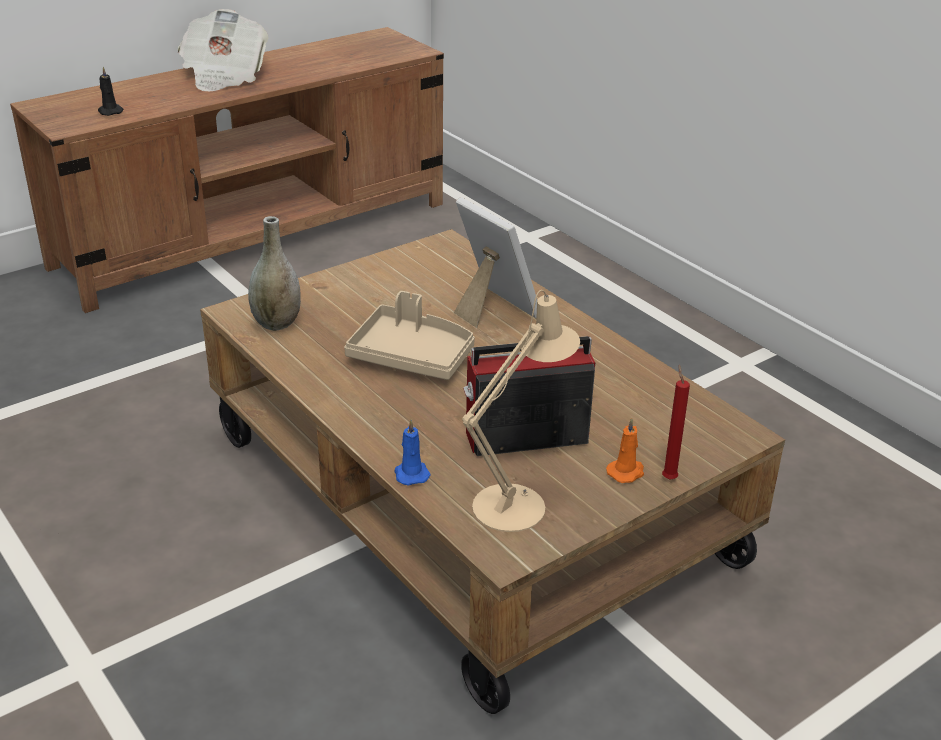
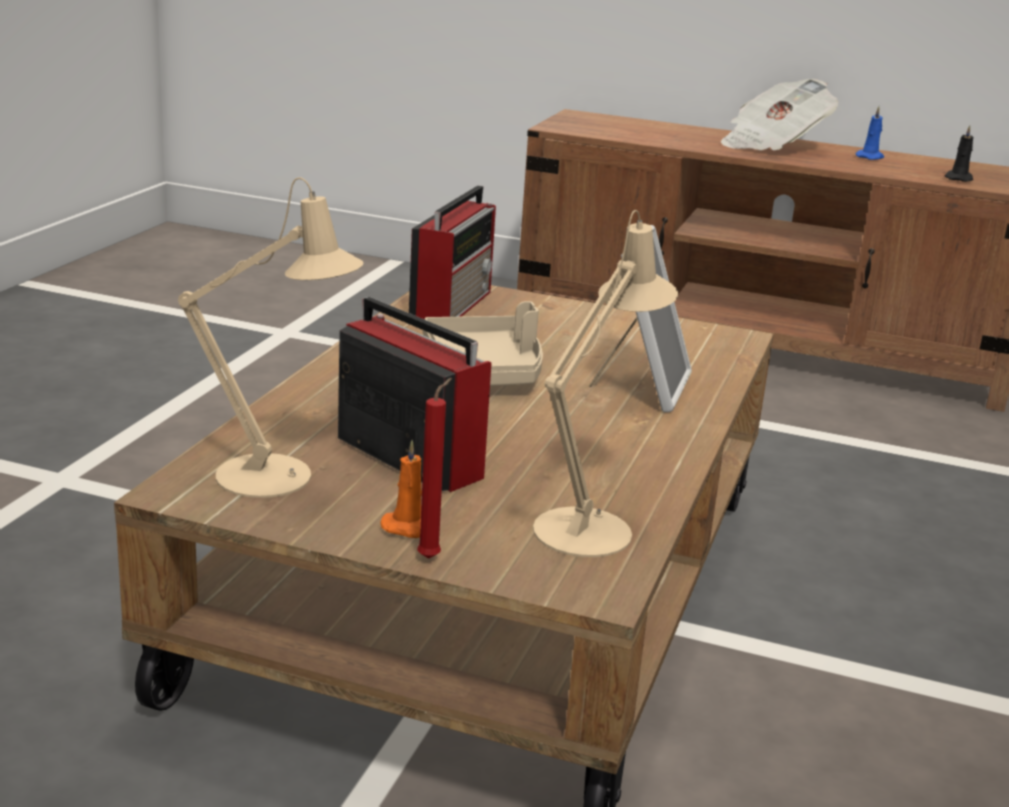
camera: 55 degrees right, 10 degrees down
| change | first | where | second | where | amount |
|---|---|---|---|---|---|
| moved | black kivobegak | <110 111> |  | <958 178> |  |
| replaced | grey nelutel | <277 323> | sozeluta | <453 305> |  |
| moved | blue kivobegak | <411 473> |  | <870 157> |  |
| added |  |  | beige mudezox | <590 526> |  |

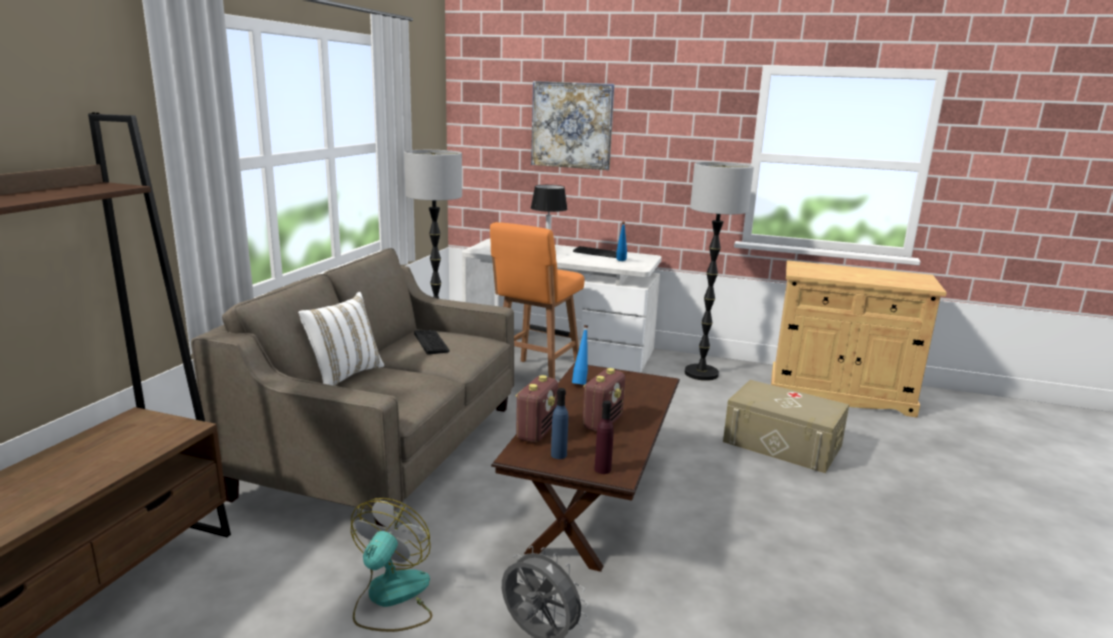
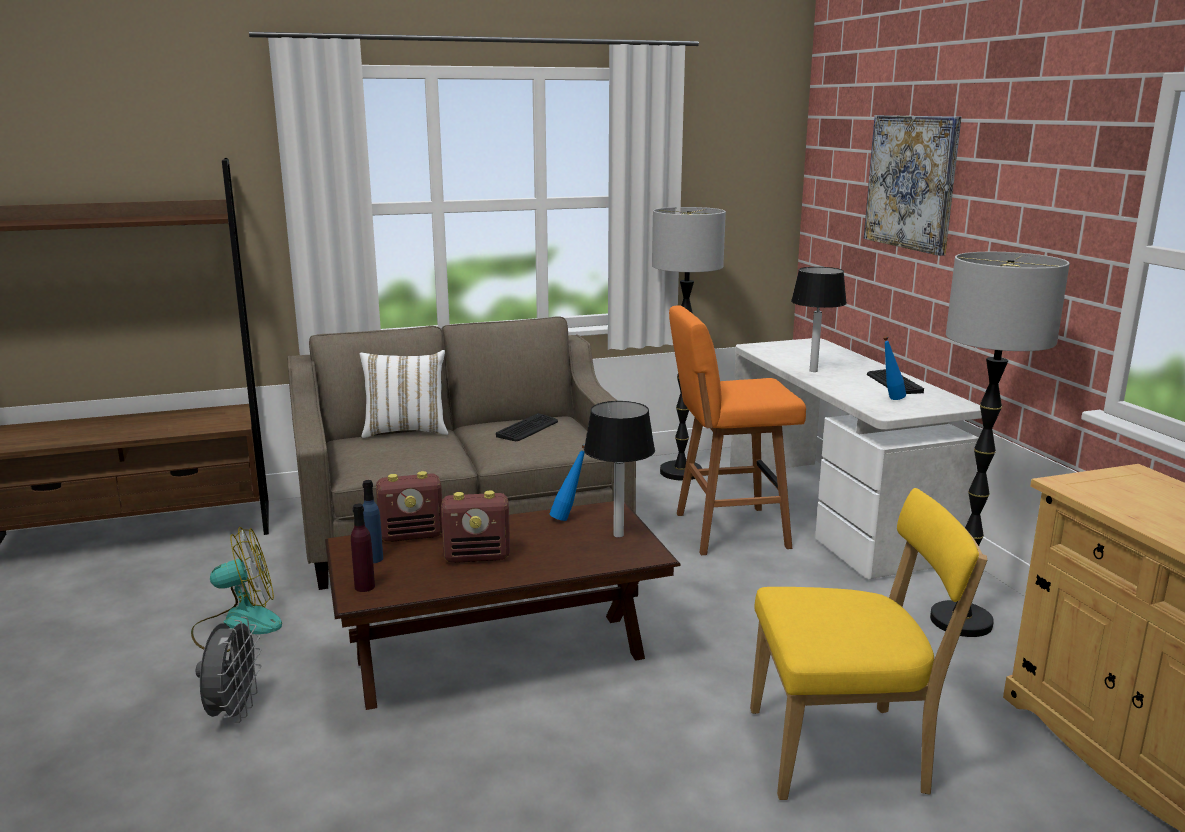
camera: 55 degrees right, 0 degrees up
| change | first | where | second | where | amount |
|---|---|---|---|---|---|
| replaced | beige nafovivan | <782 444> | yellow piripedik | <845 751> |  |
| added |  |  | mudezox | <619 535> |  |

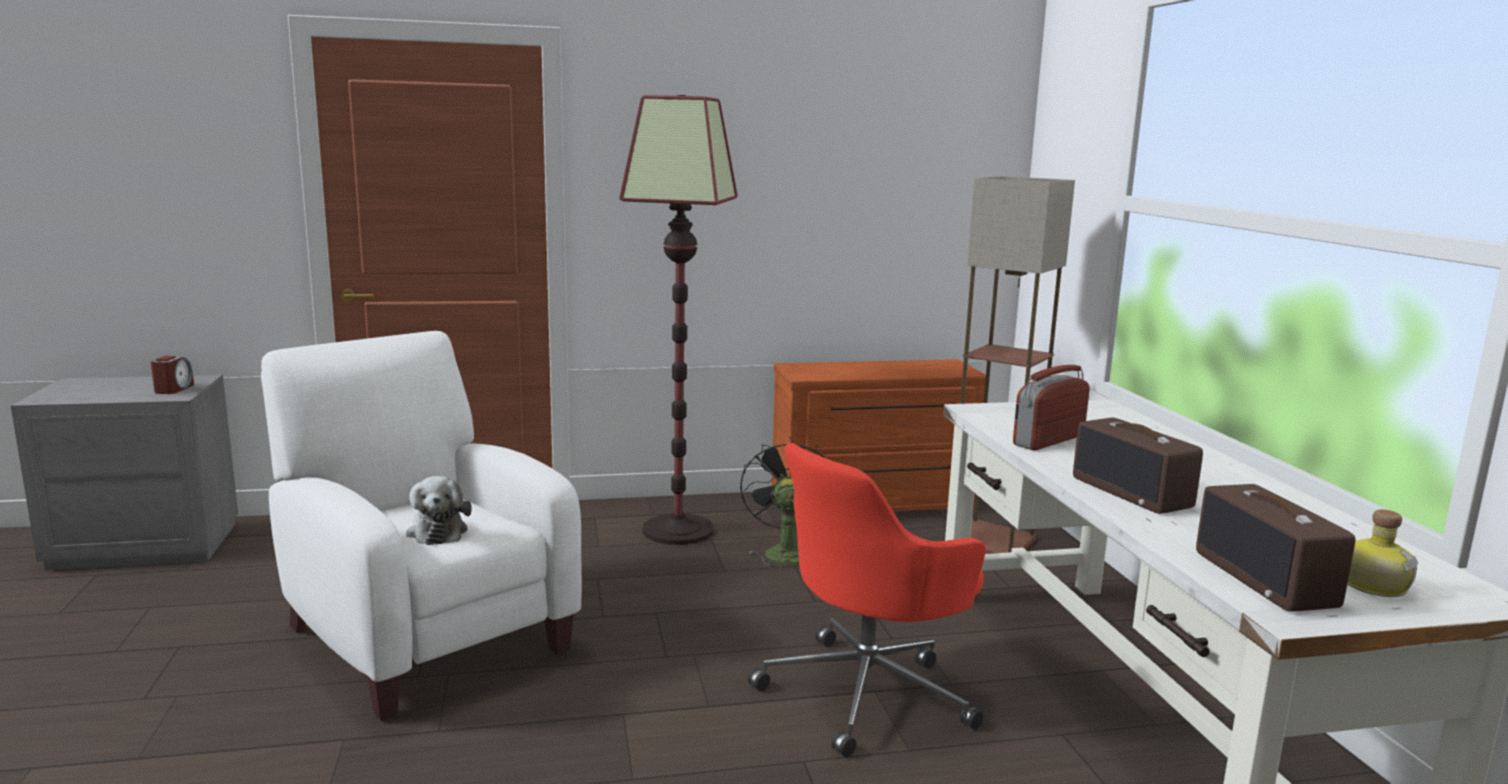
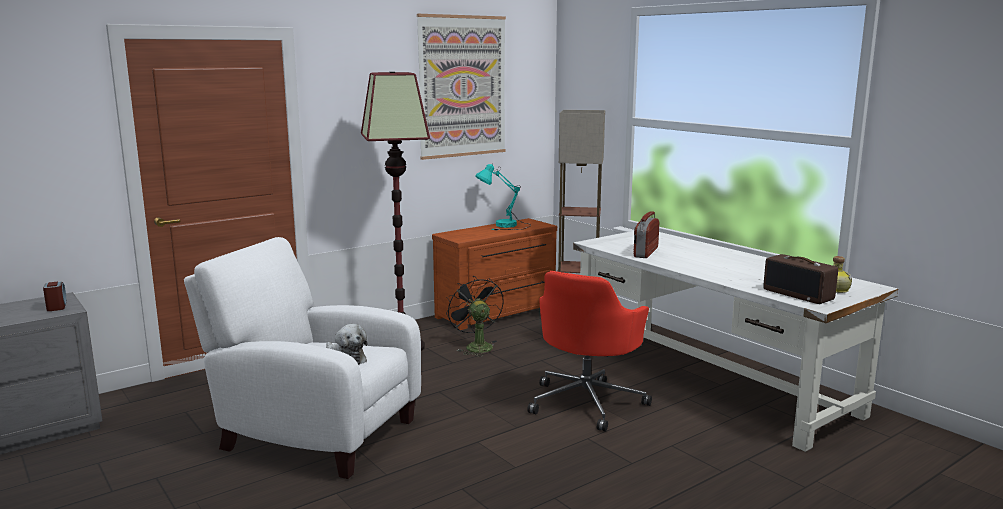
camera: 25 degrees left, 0 degrees up
| change | first | where | second | where | amount |
|---|---|---|---|---|---|
| removed | sozeluta | <1133 492> |  |  |  |
| added |  |  | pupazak | <462 86> |  |
| added |  |  | turquoise mudezox | <505 227> |  |

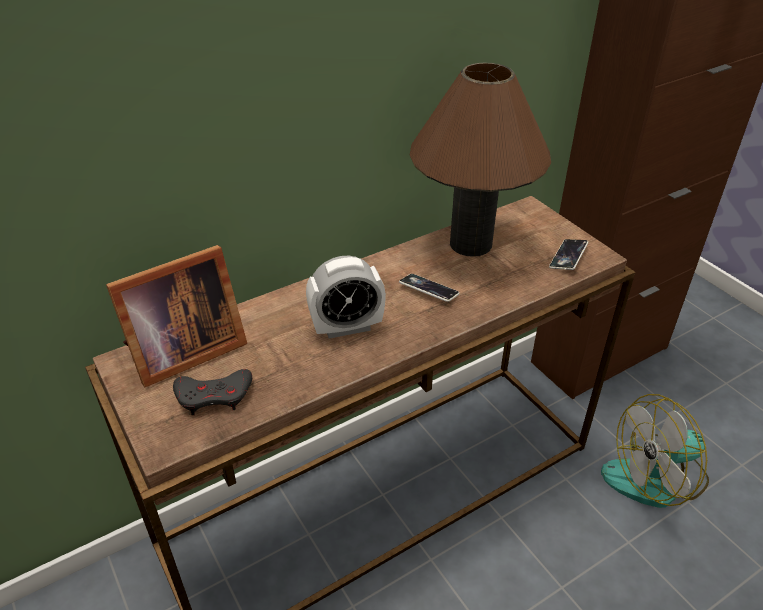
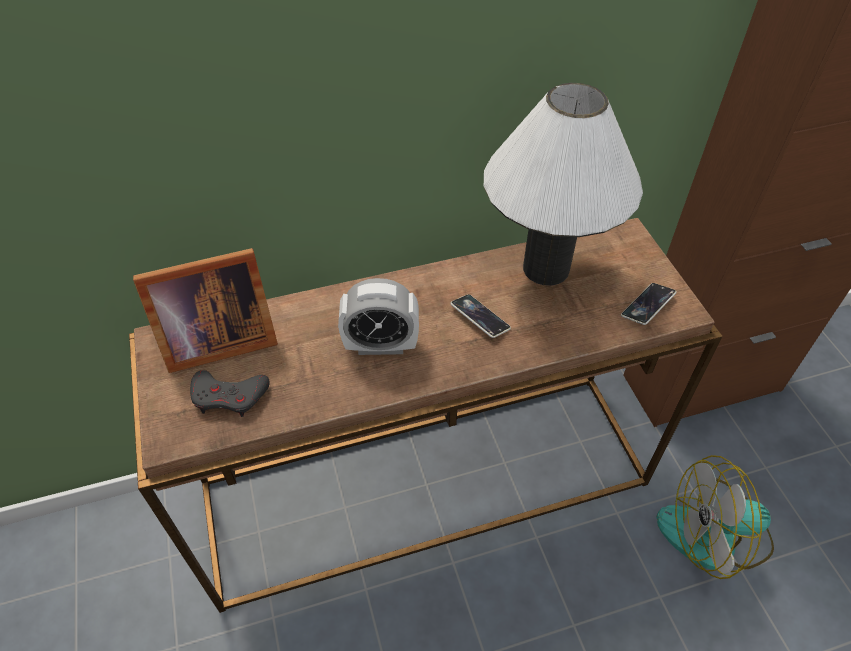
camera: 15 degrees right, 10 degrees up
| change | first | where | second | where | amount |
|---|---|---|---|---|---|
| recoloured | brown mudezox | <470 244> | white mudezox | <546 268> |  |

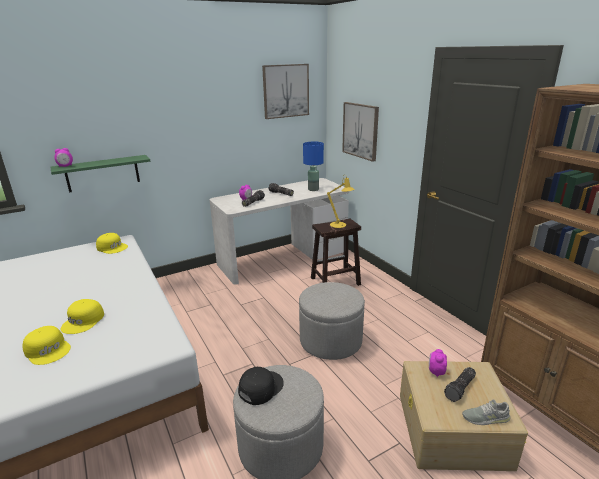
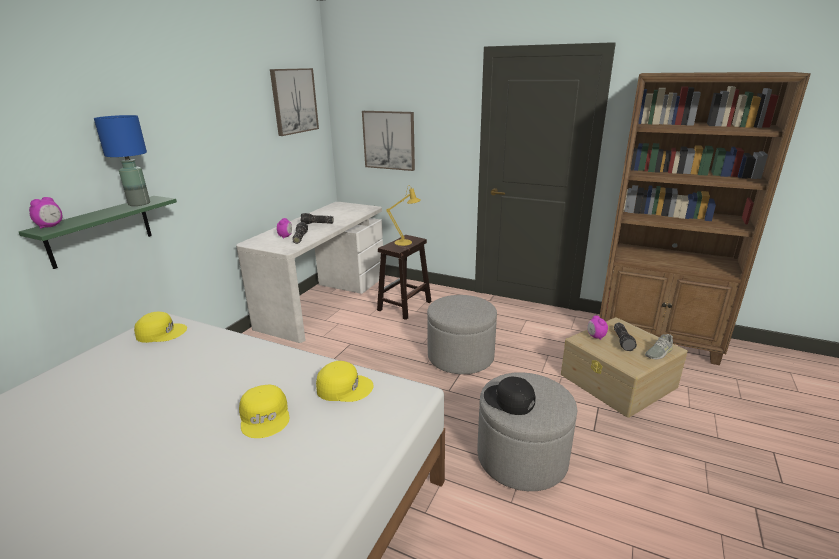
camera: 35 degrees left, 0 degrees up
| change | first | where | second | where | amount |
|---|---|---|---|---|---|
| moved | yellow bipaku | <48 349> |  | <344 387> |  |
| turned | black bipaku | <260 387> |  | <509 400> | 60 degrees counterclockwise |
| moved | blue mudezox | <313 189> |  | <140 203> |  |

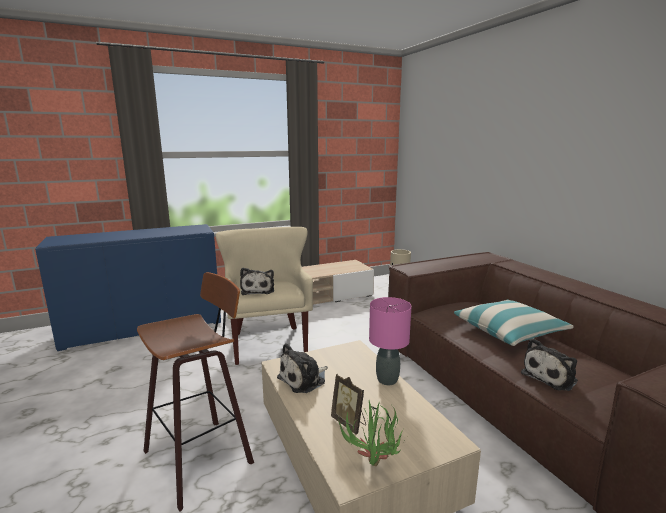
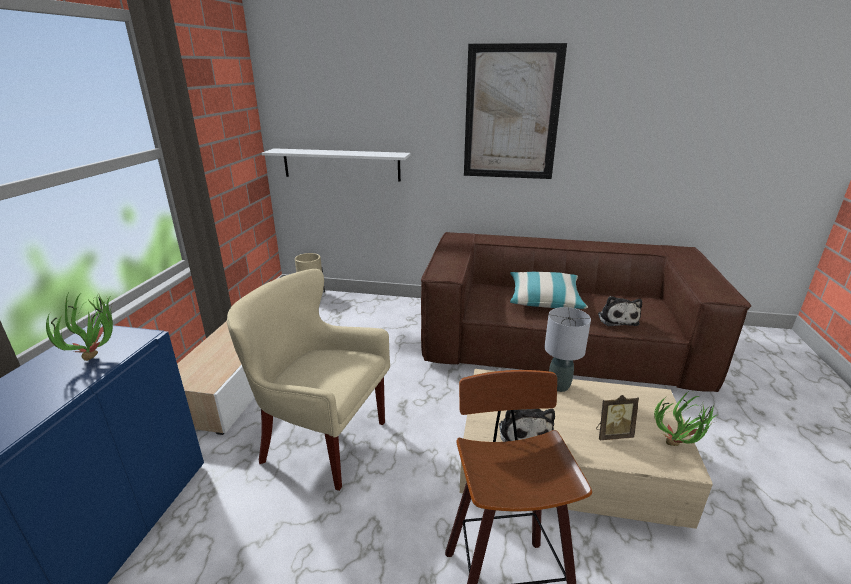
camera: 55 degrees left, 10 degrees up
| change | first | where | second | where | amount |
|---|---|---|---|---|---|
| removed | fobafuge | <258 290> |  |  |  |
| recoloured | pink mudezox | <387 380> | grey mudezox | <559 386> |  |
| added |  |  | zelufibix | <100 356> |  |
| added |  |  | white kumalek | <341 164> |  |
| added |  |  | pupazak | <511 114> |  |

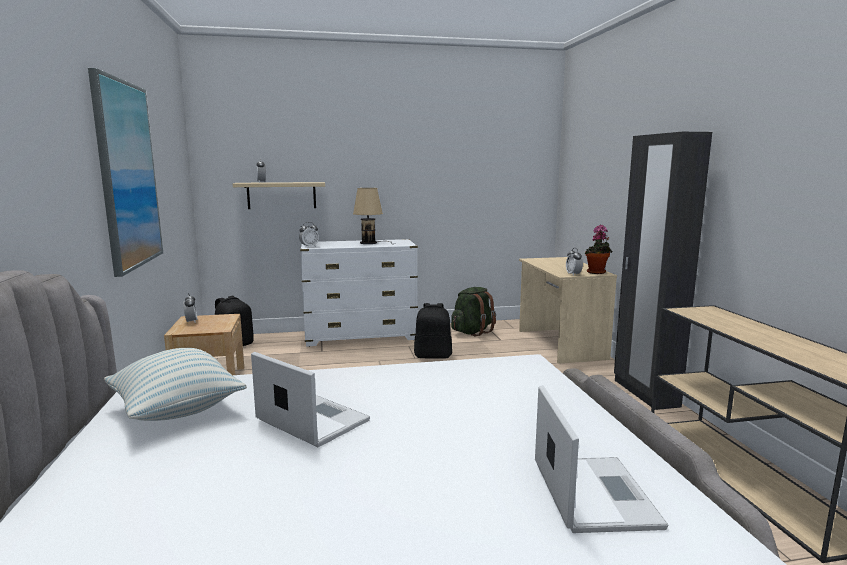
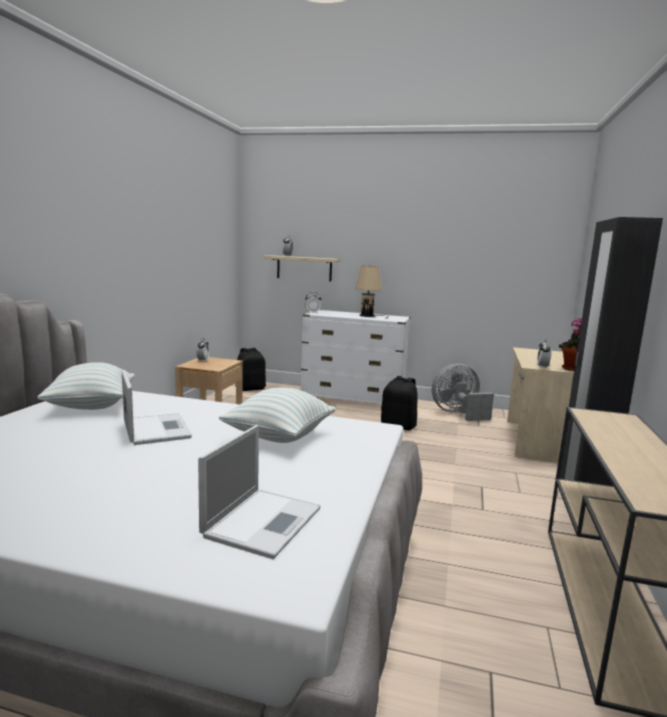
camera: 25 degrees right, 0 degrees up
| change | first | where | second | where | amount |
|---|---|---|---|---|---|
| removed | pupazak | <127 175> |  |  |  |
| replaced | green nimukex | <472 332> | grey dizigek | <458 414> |  |
| added |  |  | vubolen | <279 436> |  |

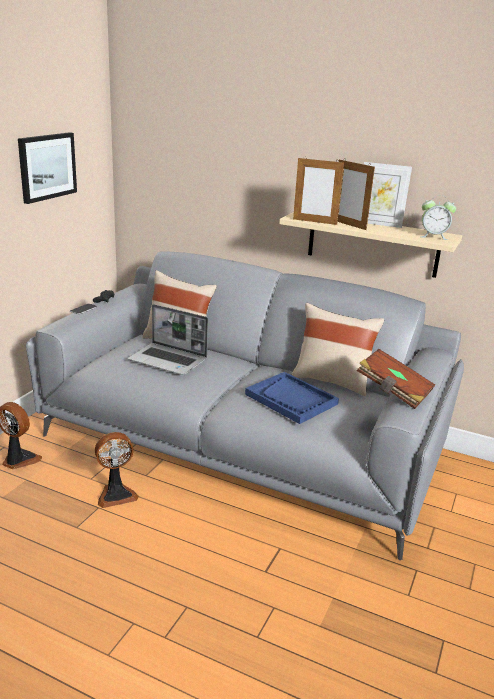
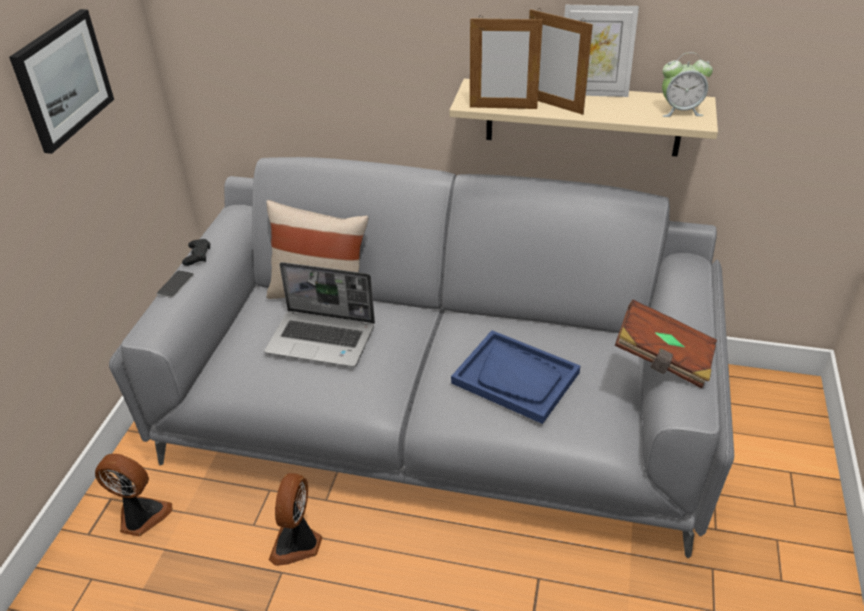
camera: 10 degrees left, 15 degrees up
| change | first | where | second | where | amount |
|---|---|---|---|---|---|
| turned | dizigek | <116 494> |  | <298 544> | 135 degrees clockwise |
| removed | beige vubolen | <332 381> |  |  |  |

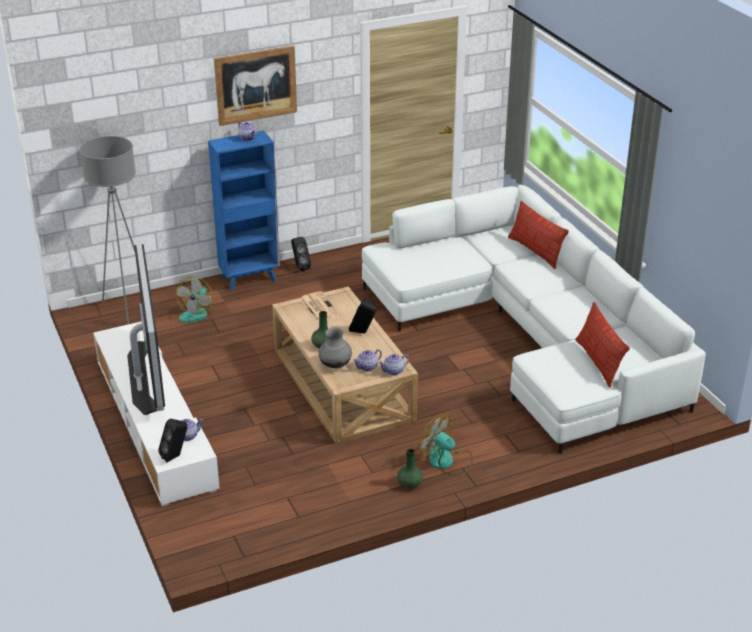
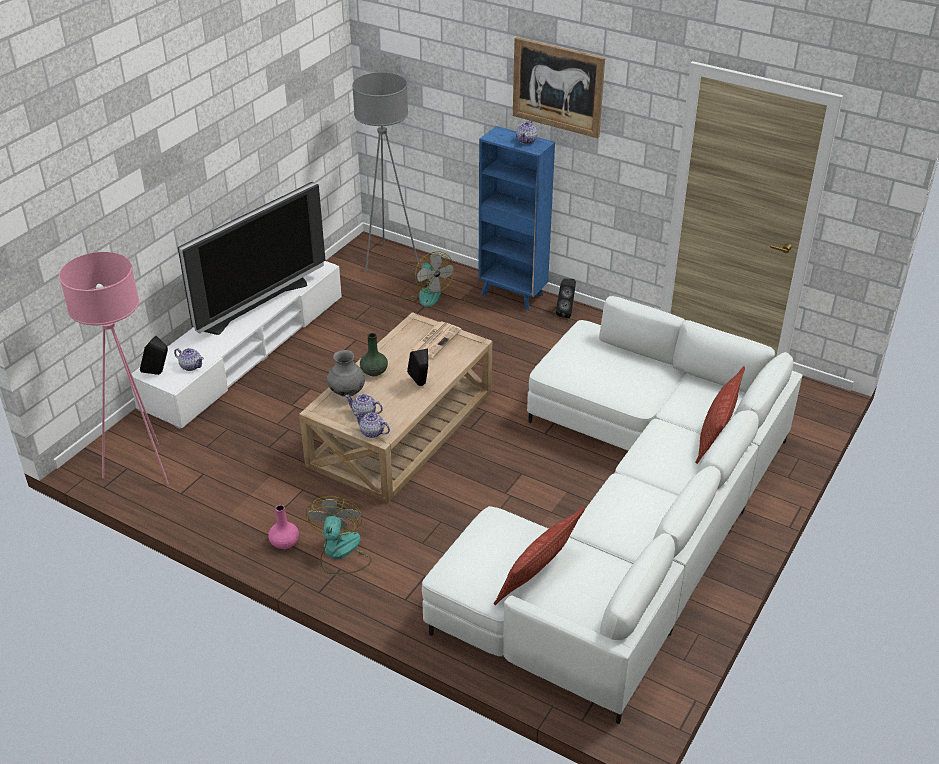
camera: 55 degrees right, 5 degrees up
| change | first | where | second | where | amount |
|---|---|---|---|---|---|
| turned | dizigek | <196 312> |  | <426 293> | 105 degrees counterclockwise |
| recoloured | green nelutel | <409 484> | pink nelutel | <284 542> |  |
| added |  |  | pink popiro | <142 468> |  |

